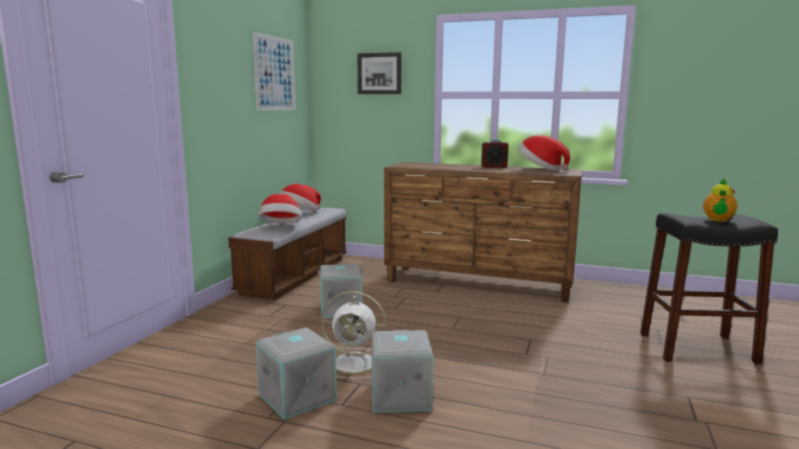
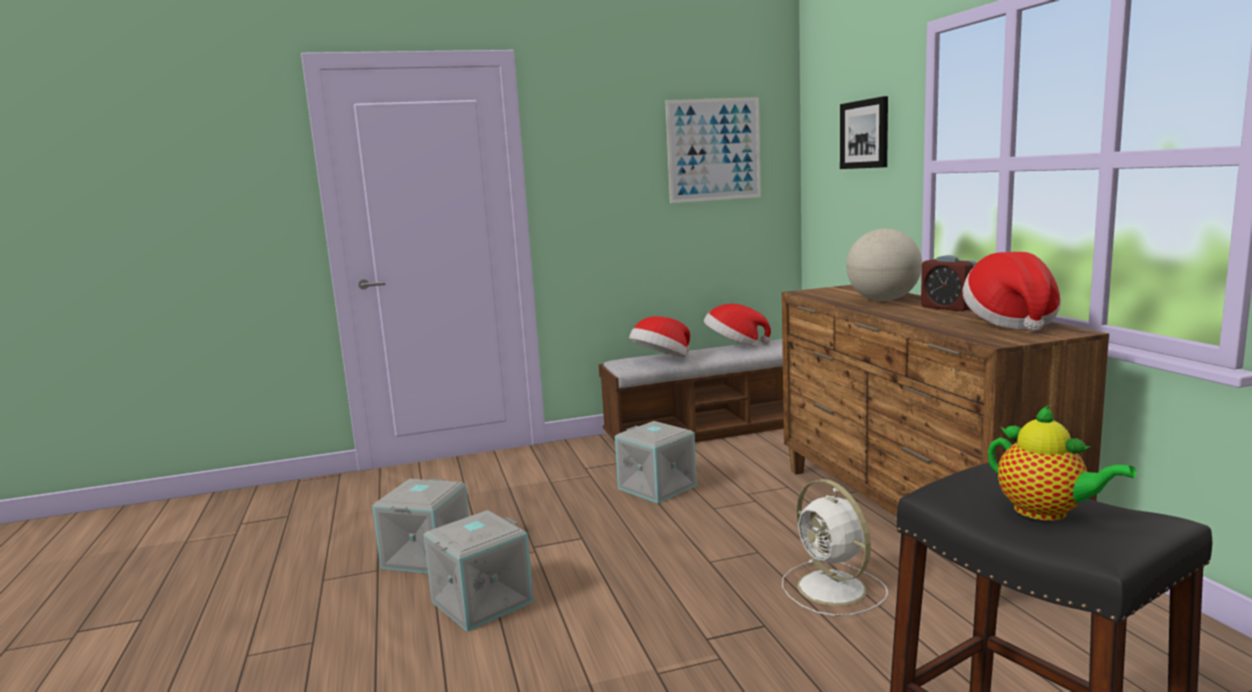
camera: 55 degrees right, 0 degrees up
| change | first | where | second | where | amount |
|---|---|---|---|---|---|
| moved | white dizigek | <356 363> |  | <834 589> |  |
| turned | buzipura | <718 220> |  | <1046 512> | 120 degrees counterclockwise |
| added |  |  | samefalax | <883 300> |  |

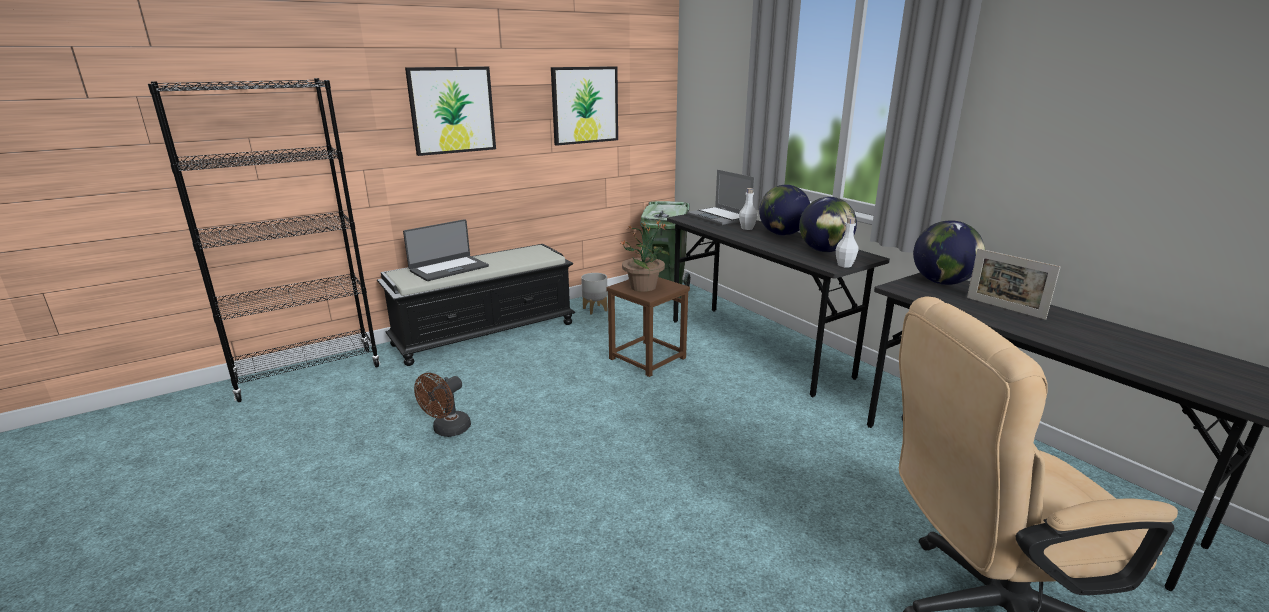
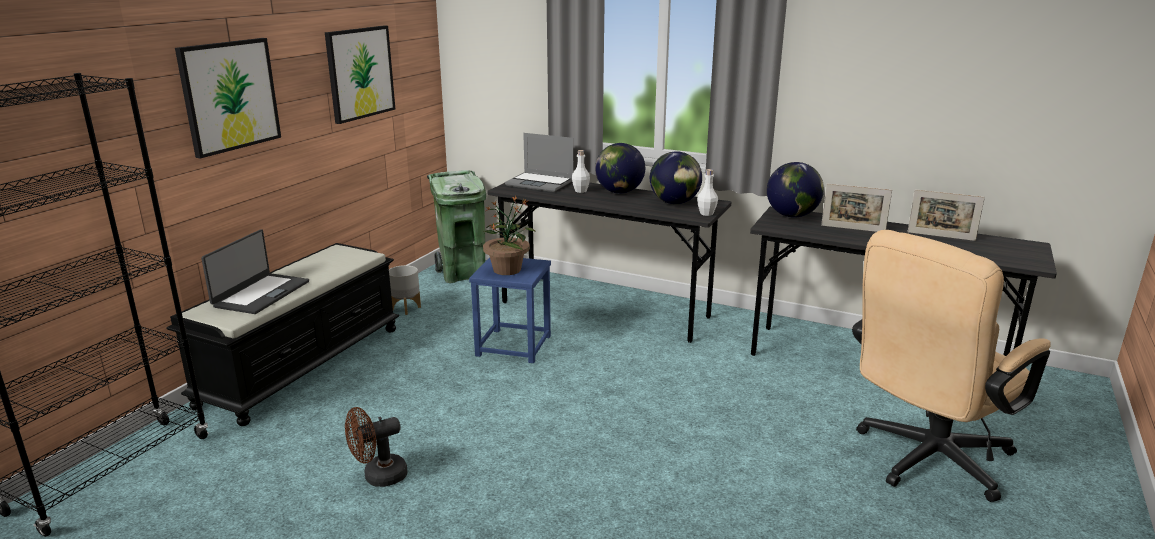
camera: 30 degrees left, 0 degrees up
| change | first | where | second | where | amount |
|---|---|---|---|---|---|
| turned | brown dizigek | <447 430> |  | <378 477> | 60 degrees clockwise |
| recoloured | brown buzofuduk | <647 358> | blue buzofuduk | <513 346> |  |
| added |  |  | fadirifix | <941 236> |  |

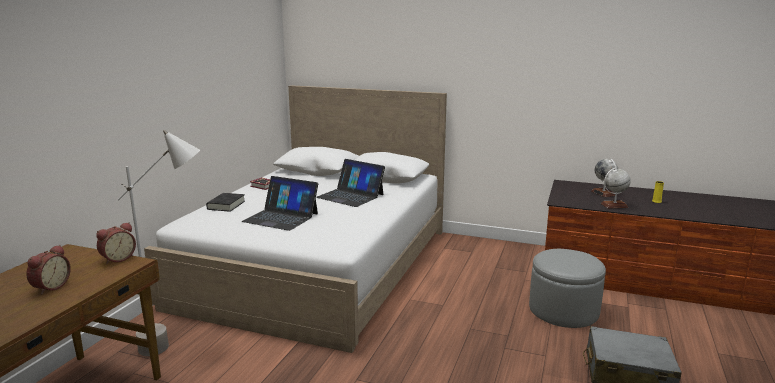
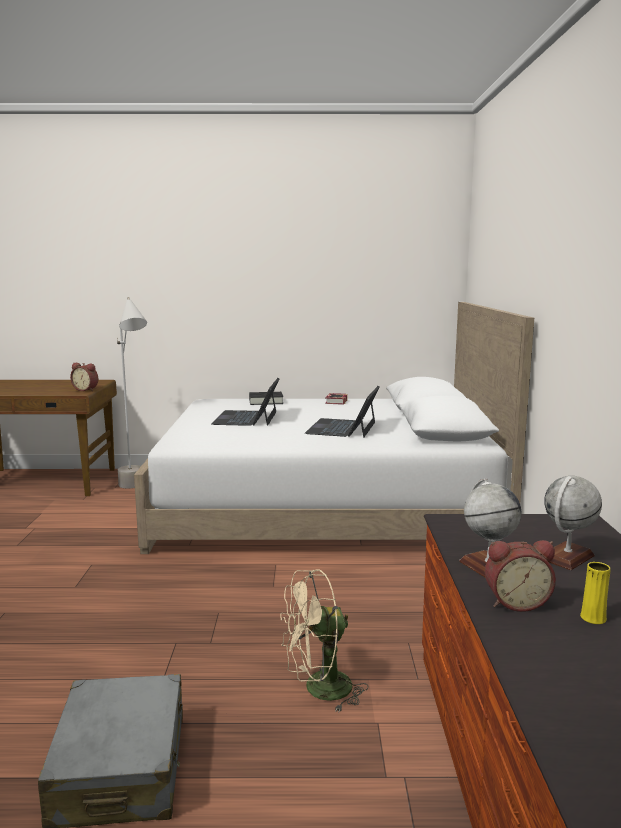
camera: 70 degrees right, 5 degrees down
| change | first | where | second | where | amount |
|---|---|---|---|---|---|
| moved | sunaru | <50 287> |  | <515 602> |  |
| replaced | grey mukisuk | <563 310> | beige dizigek | <319 690> |  |

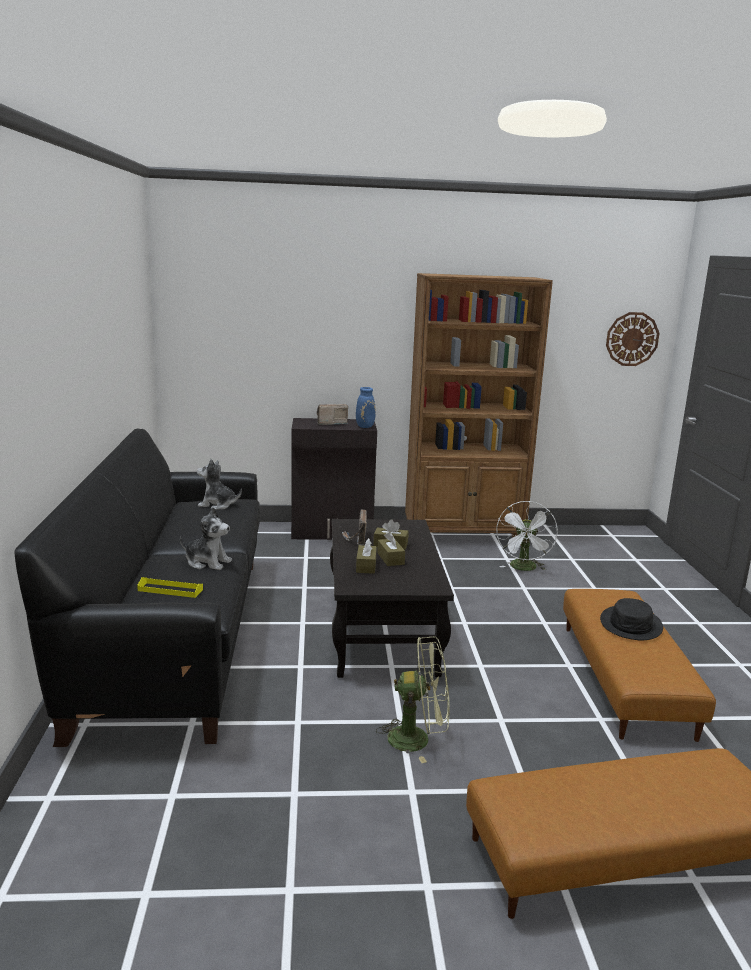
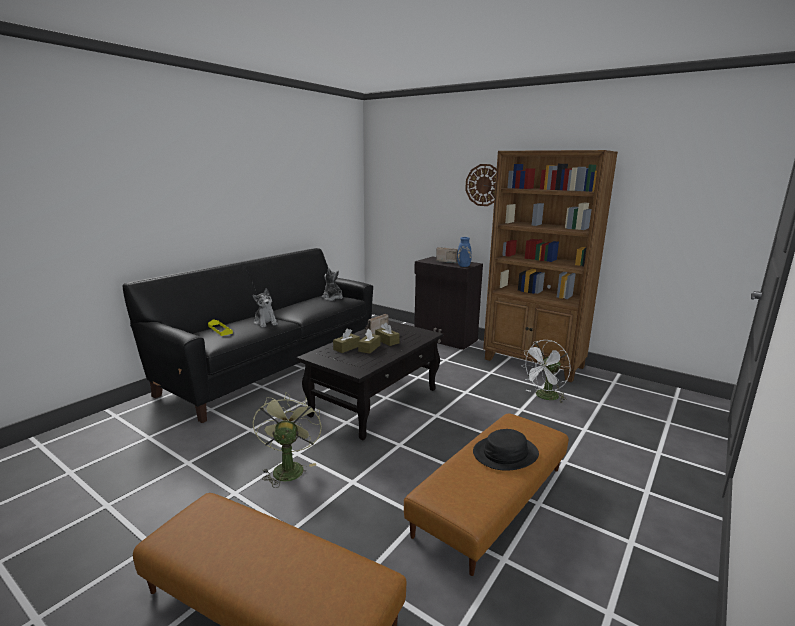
camera: 40 degrees right, 0 degrees up
| change | first | where | second | where | amount |
|---|---|---|---|---|---|
| turned | green dizigek | <418 739> |  | <288 467> | 135 degrees counterclockwise |
| moved | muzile | <632 339> |  | <484 185> |  |

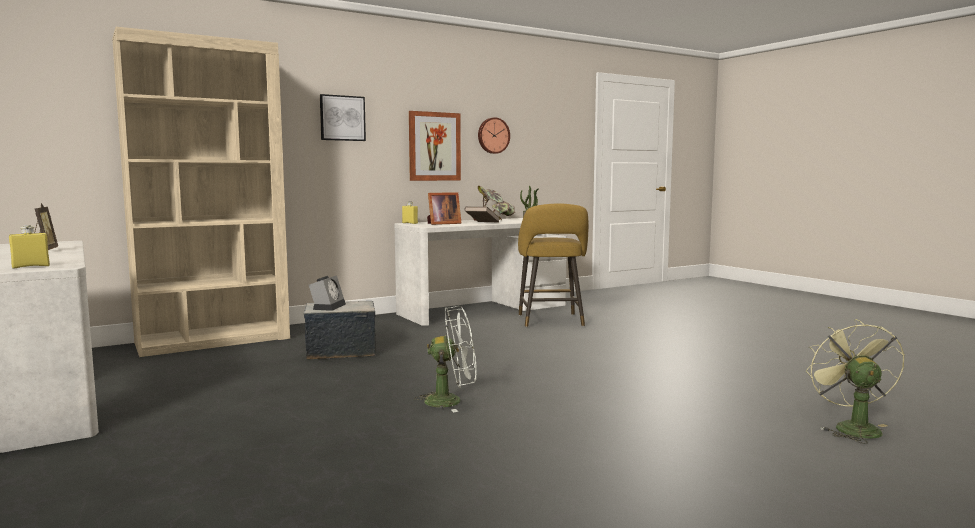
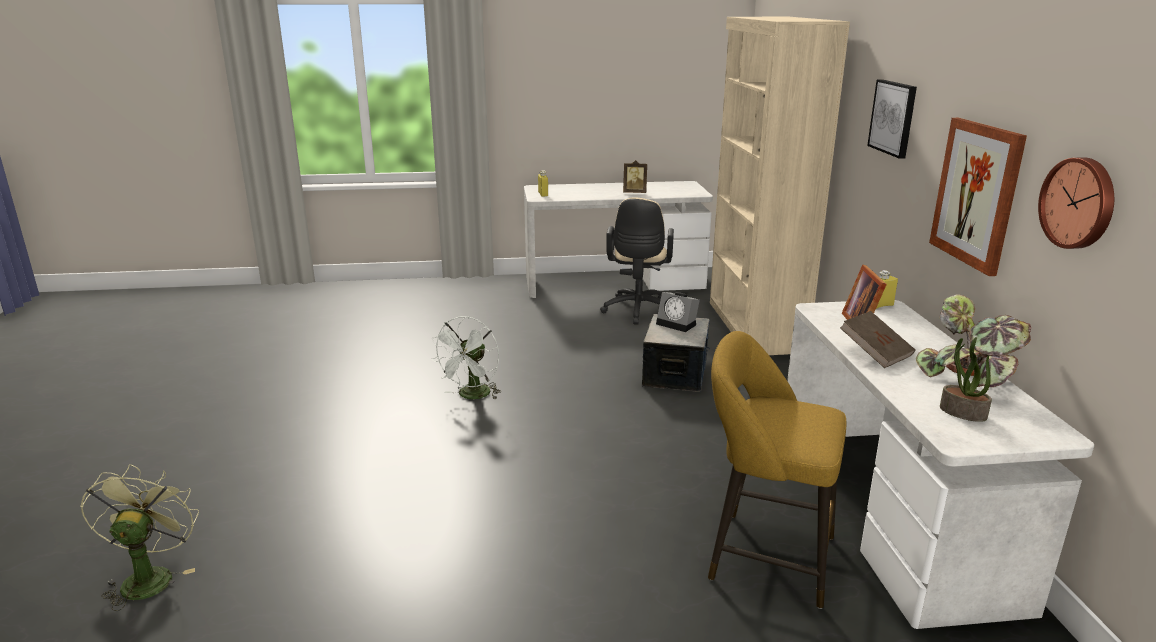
camera: 115 degrees right, 15 degrees up
| change | first | where | second | where | amount |
|---|---|---|---|---|---|
| turned | green dizigek | <851 427> |  | <149 576> | 120 degrees counterclockwise |
| added |  |  | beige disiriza | <637 311> |  |

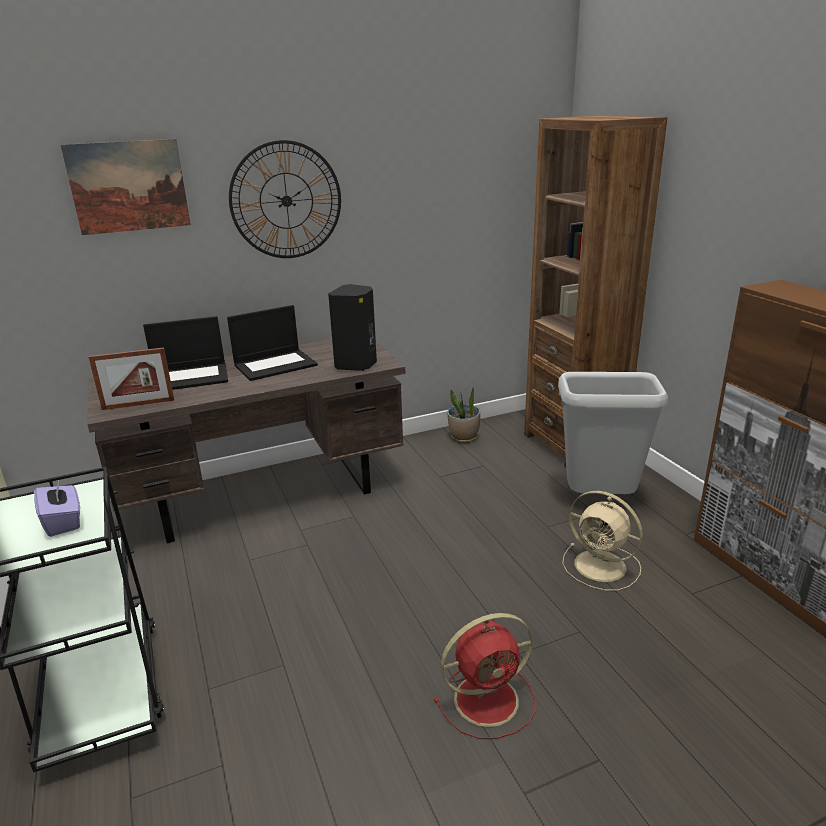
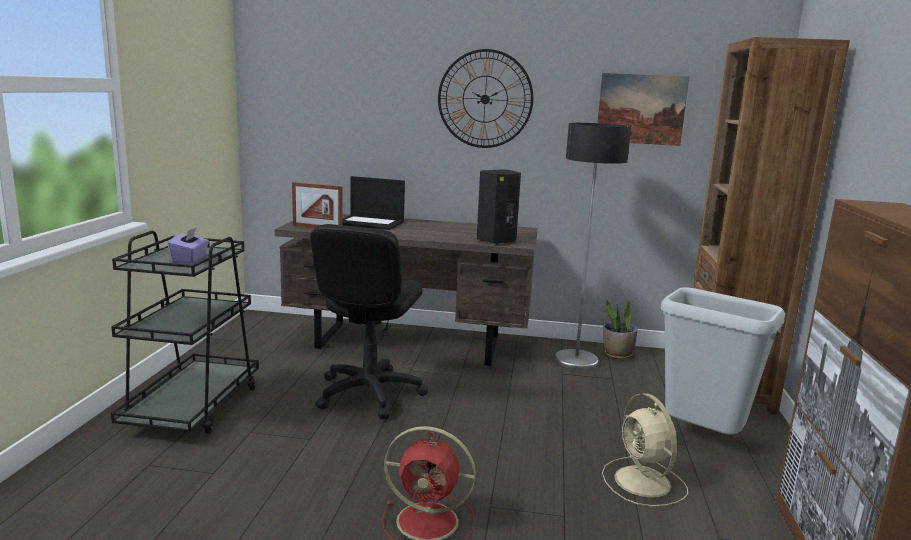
camera: 30 degrees right, 10 degrees down
| change | first | where | second | where | amount |
|---|---|---|---|---|---|
| moved | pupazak | <129 186> |  | <641 109> |  |
| removed | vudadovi | <276 365> |  |  |  |
| added |  |  | black disiriza | <369 393> |  |
| added |  |  | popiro | <576 360> |  |

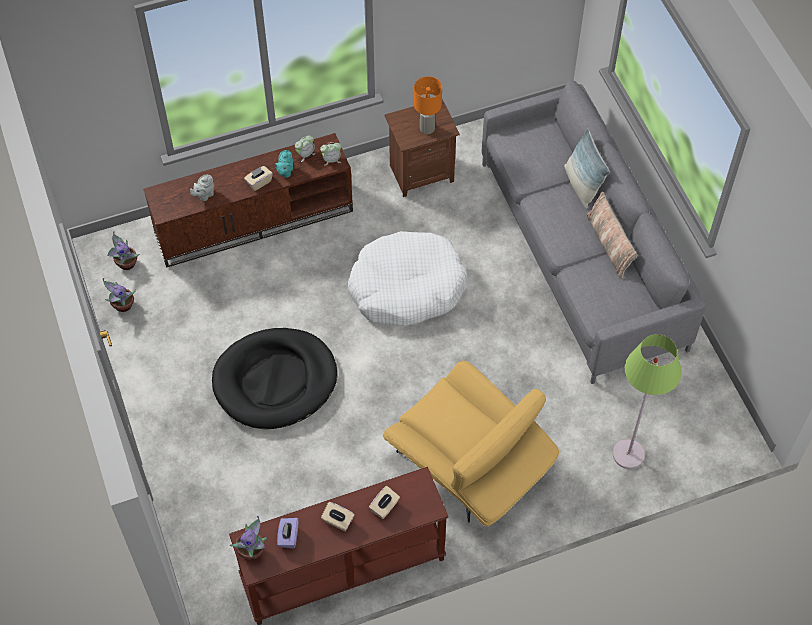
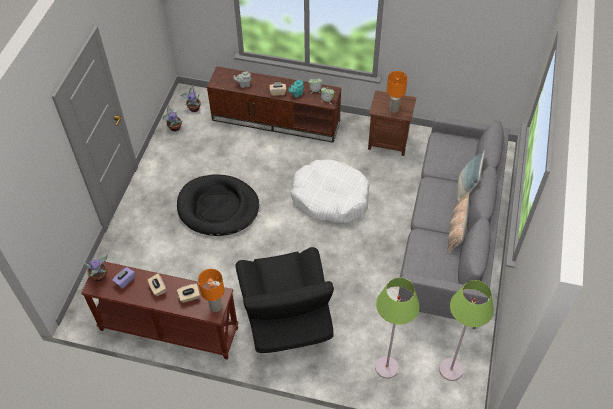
camera: 35 degrees right, 5 degrees down
| change | first | where | second | where | amount |
|---|---|---|---|---|---|
| recoloured | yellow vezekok | <470 465> | black vezekok | <286 316> |  |
| added |  |  | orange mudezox | <216 306> |  |
| added |  |  | green popiro | <451 370> |  |

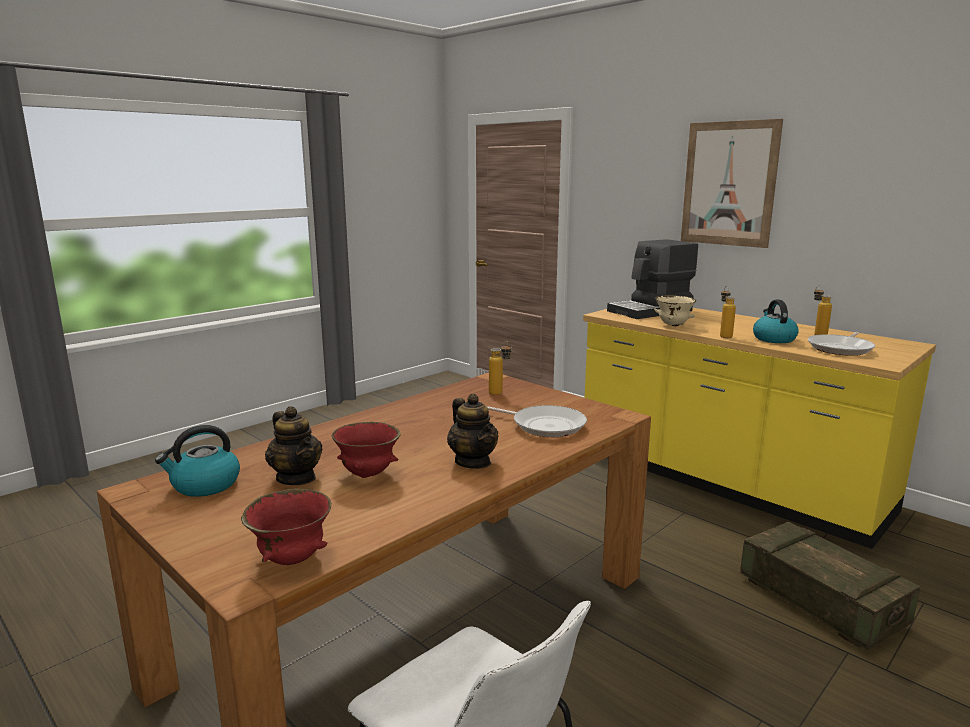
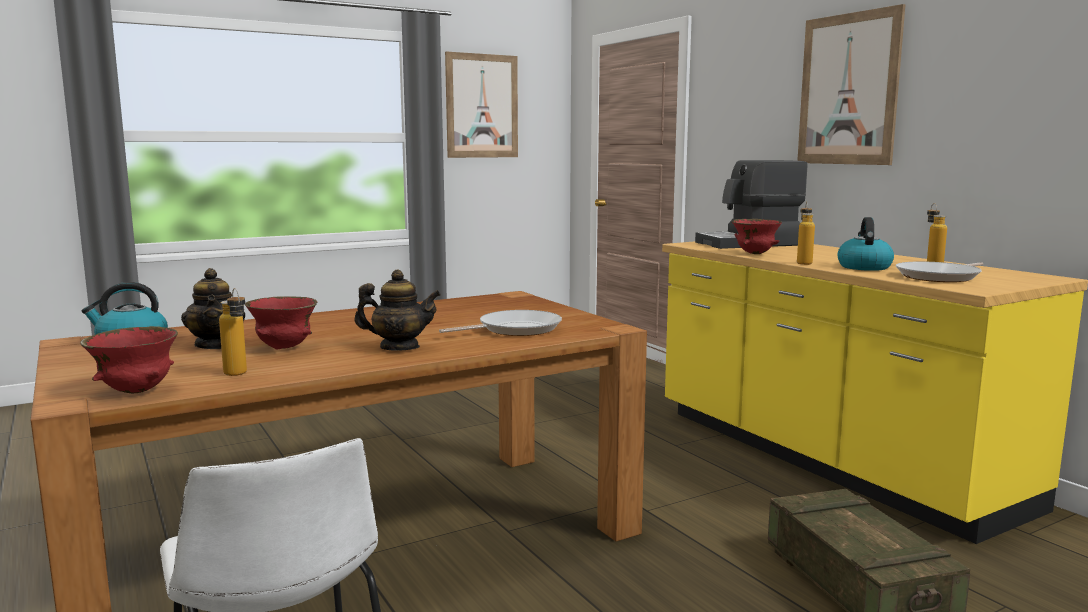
camera: 15 degrees right, 5 degrees down
| change | first | where | second | where | amount |
|---|---|---|---|---|---|
| turned | buzipura | <473 462> |  | <399 347> | 75 degrees counterclockwise |
| turned | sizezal | <545 425> |  | <515 329> | 75 degrees counterclockwise |
| moved | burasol | <500 394> |  | <238 375> |  |
| recoloured | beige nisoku | <673 325> | red nisoku | <754 254> |  |
| added |  |  | pupazak | <482 106> |  |

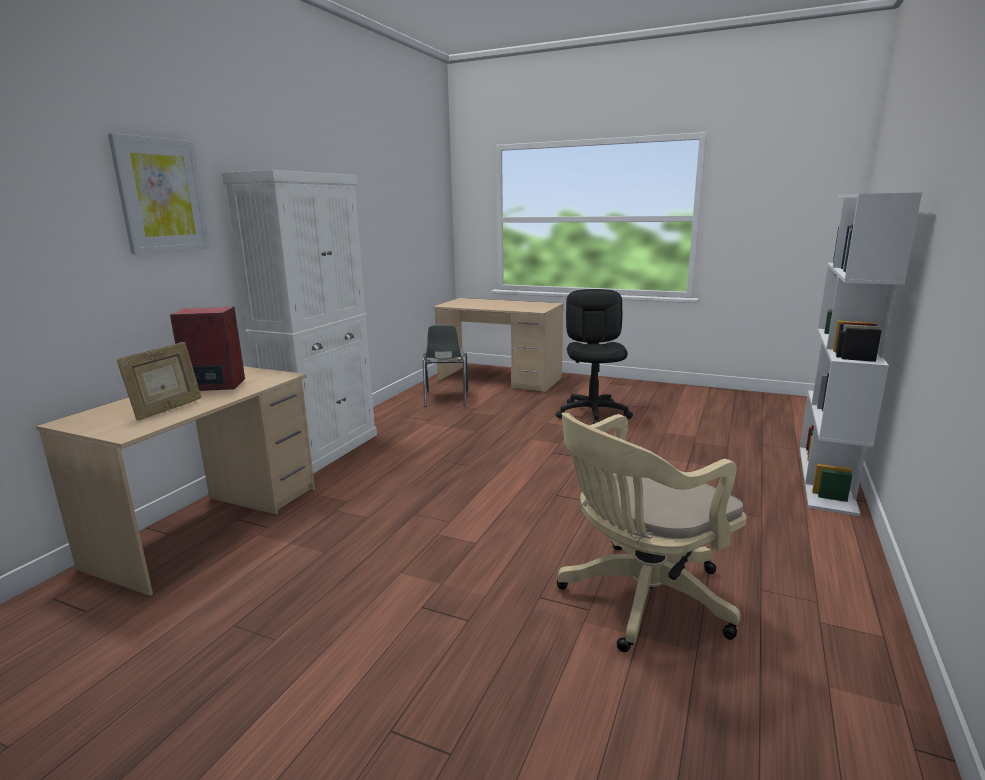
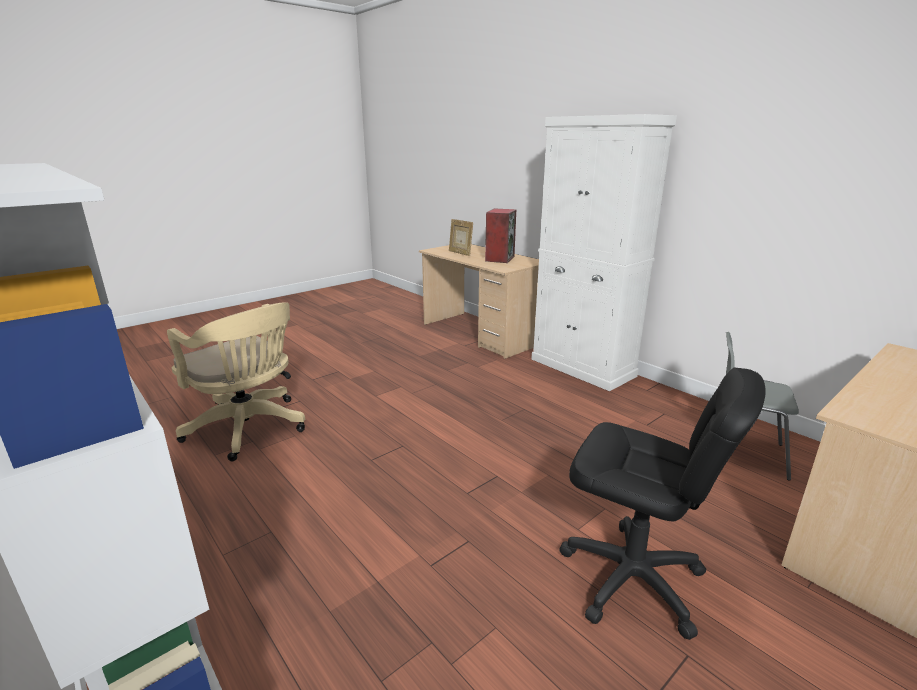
camera: 115 degrees right, 5 degrees up
| change | first | where | second | where | amount |
|---|---|---|---|---|---|
| removed | pupazak | <161 196> |  |  |  |
| turned | beige disiriza | <639 599> |  | <250 429> | 135 degrees clockwise |

